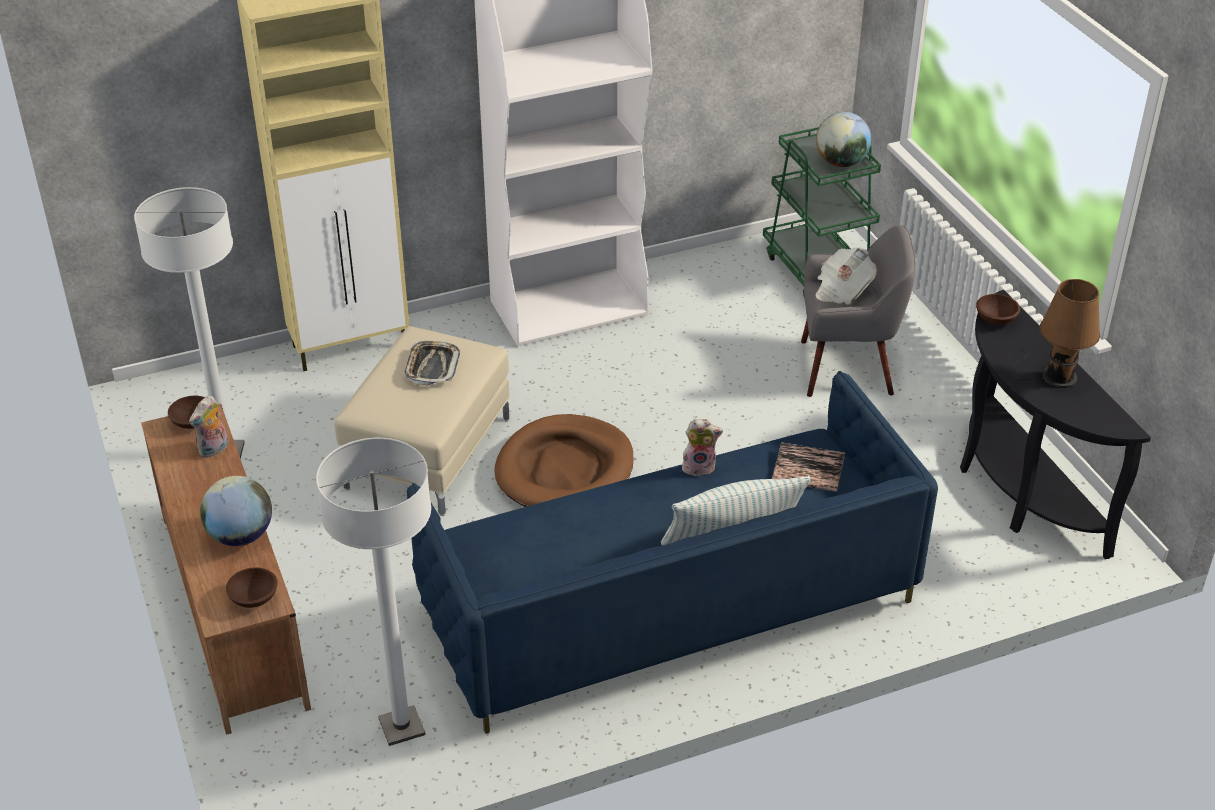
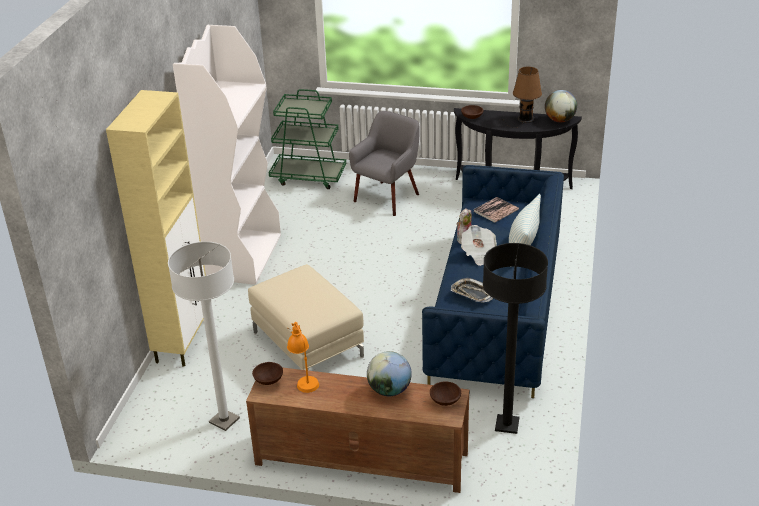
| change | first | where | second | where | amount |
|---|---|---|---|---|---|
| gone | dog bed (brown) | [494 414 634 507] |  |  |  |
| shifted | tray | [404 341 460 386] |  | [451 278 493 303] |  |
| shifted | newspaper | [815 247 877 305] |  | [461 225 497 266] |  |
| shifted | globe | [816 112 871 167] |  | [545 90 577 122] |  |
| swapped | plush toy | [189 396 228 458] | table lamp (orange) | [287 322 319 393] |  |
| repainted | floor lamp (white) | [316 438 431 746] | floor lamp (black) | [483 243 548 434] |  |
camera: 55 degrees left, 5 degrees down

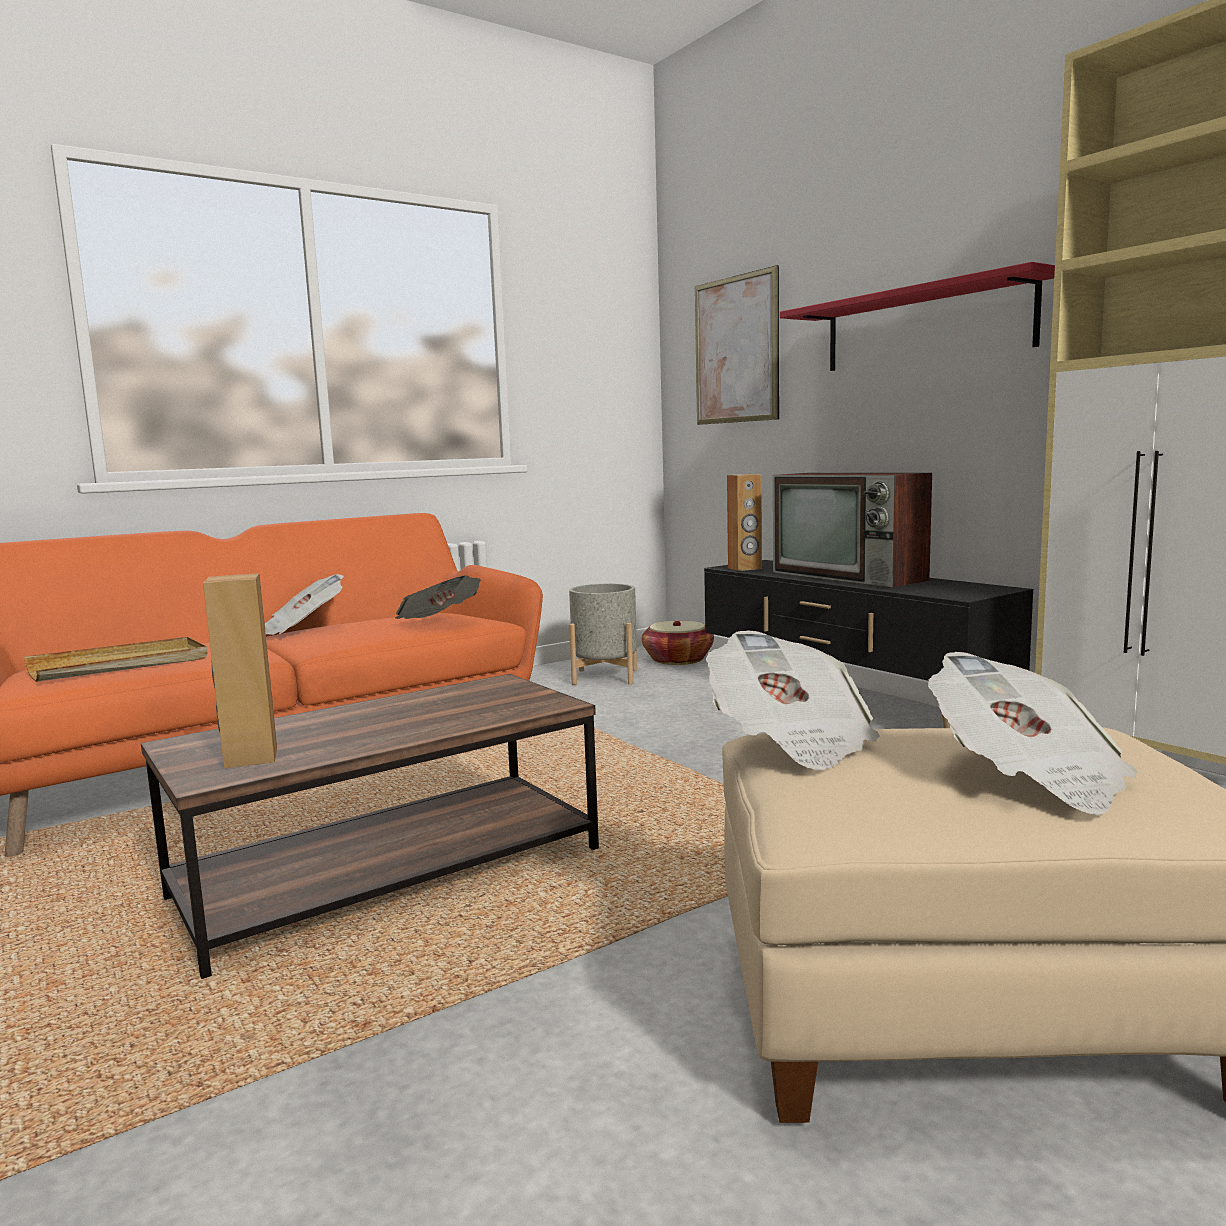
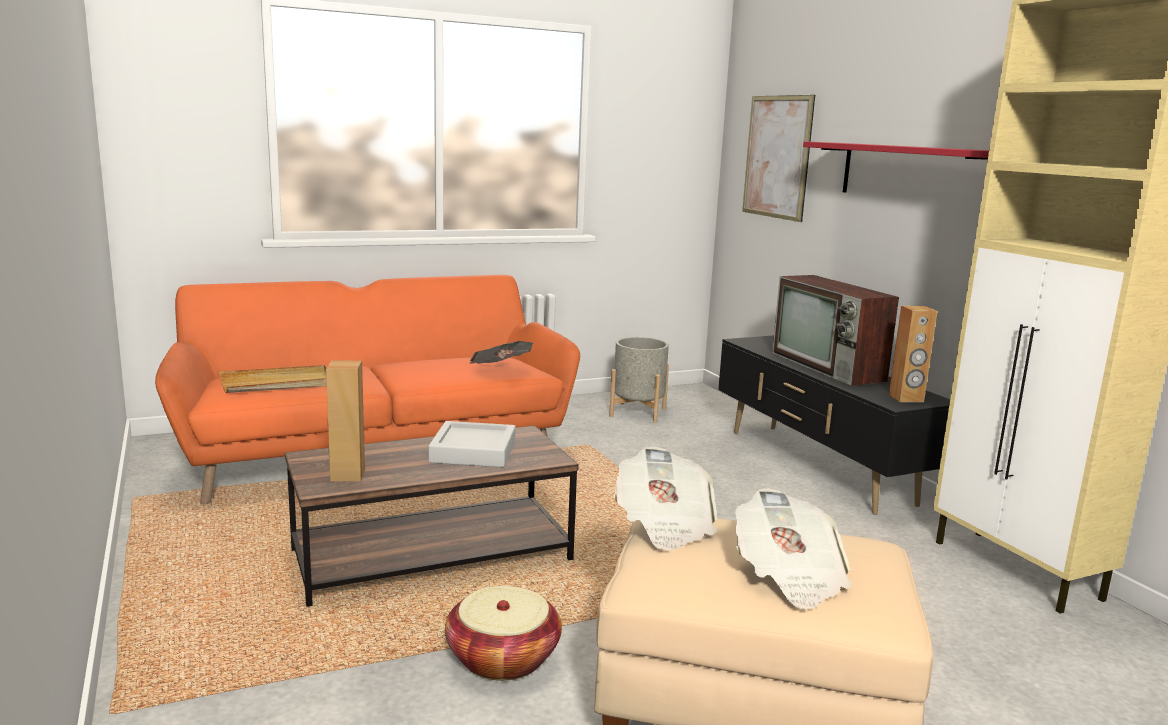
| change | first | where | second | where | amount |
|---|---|---|---|---|---|
| gone | newspaper | [265 574 344 635] |  |  |  |
| new |  |  | tray (grey) | [428 421 516 467] |  |
| shifted | basket | [642 621 714 665] |  | [445 586 562 681] |  |
| shifted | speaker (brown) | [727 474 762 571] |  | [889 306 937 402] |  |
camera: 10 degrees right, 5 degrees up

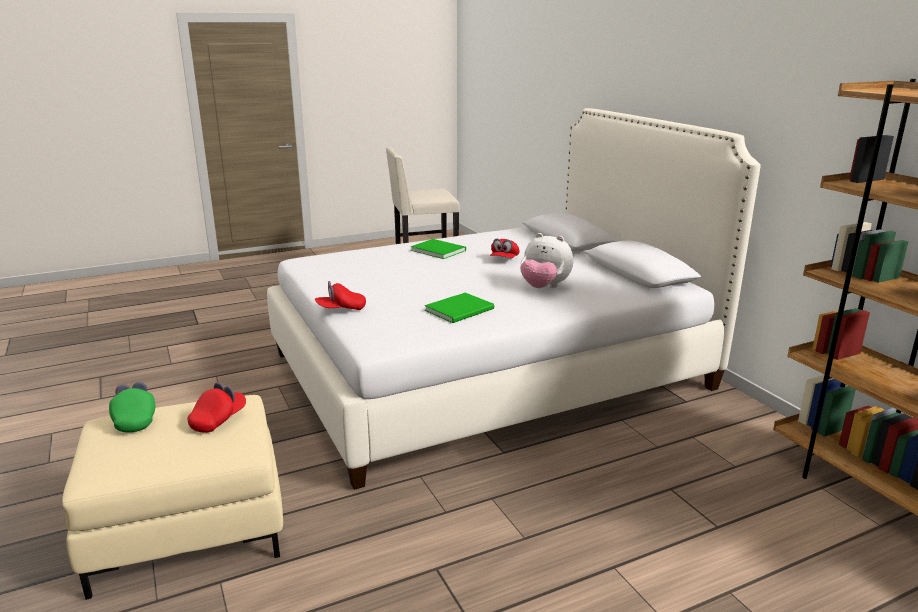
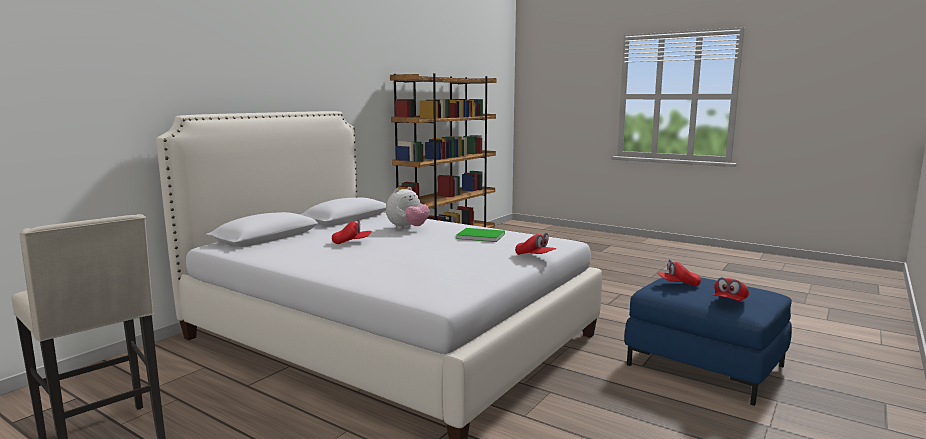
| change | first | where | second | where | amount |
|---|---|---|---|---|---|
| gone | book (green) | [411 239 466 259] |  |  |  |
| repainted | ottoman (beige) | [62 395 283 600] | ottoman (blue) | [625 277 792 406] |  |
| repainted | cap (green) | [109 382 155 433] | cap (red) | [713 277 749 301] |  |
| rotated | plush toy | [520 233 573 288] |  | [386 187 430 229] | 45 degrees clockwise |
camera: 120 degrees left, 10 degrees down

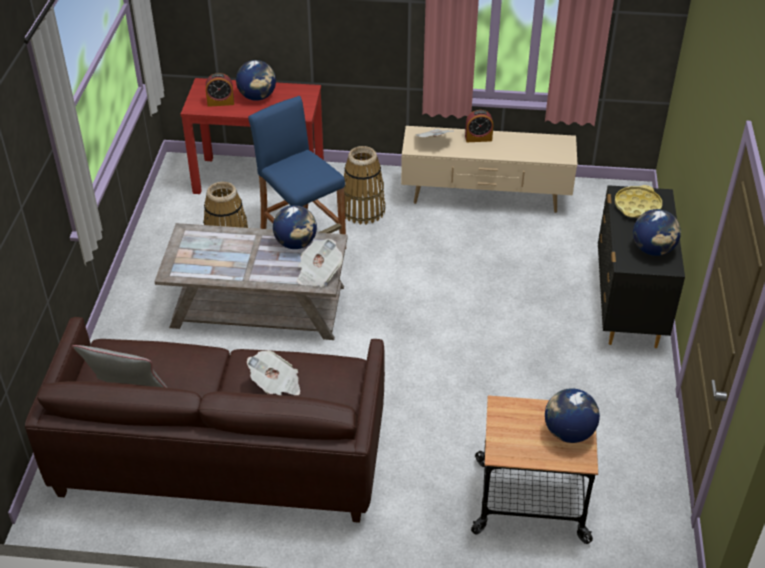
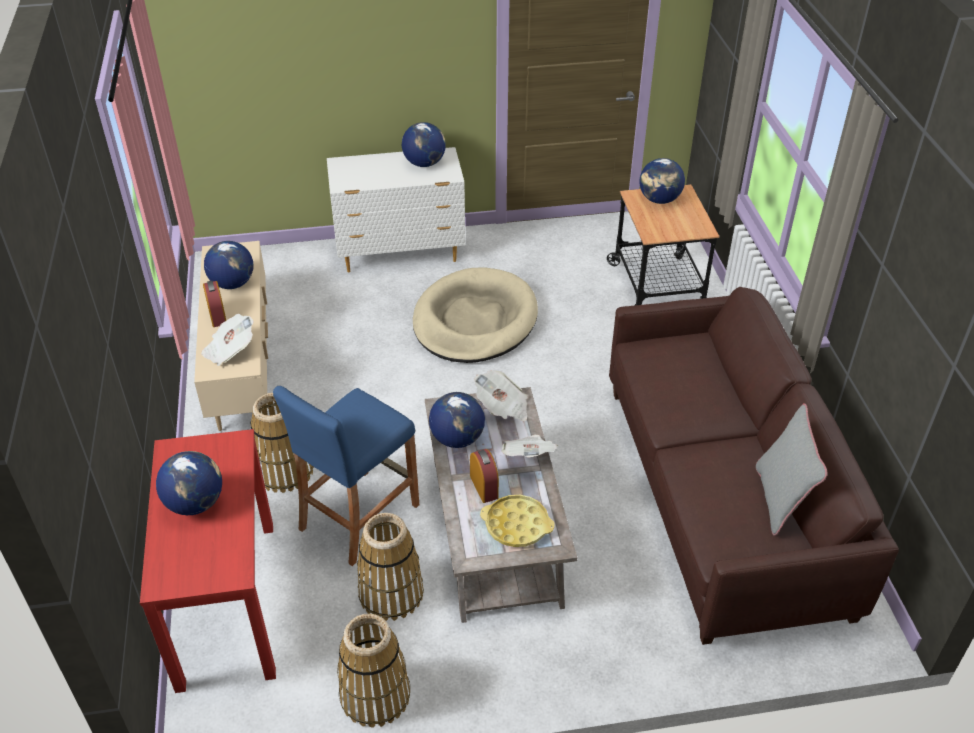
| change | first | where | second | where | amount |
|---|---|---|---|---|---|
| new |  |  | globe | [204 241 253 289] |  |
| new |  |  | basket | [337 614 410 728] |  |
| new |  |  | dog bed (beige) | [413 267 538 363] |  |
| shifted | alarm clock | [206 73 234 107] |  | [470 449 499 503] |  |
| shifted | newspaper | [247 351 300 395] |  | [501 435 558 458] |  |
| shifted | tray (yellow) | [615 185 662 218] |  | [480 495 555 547] |  |
| repainted | dresser (black) | [598 185 685 348] | dresser (white) | [327 147 466 272] |  |
camera: 105 degrees left, 0 degrees up

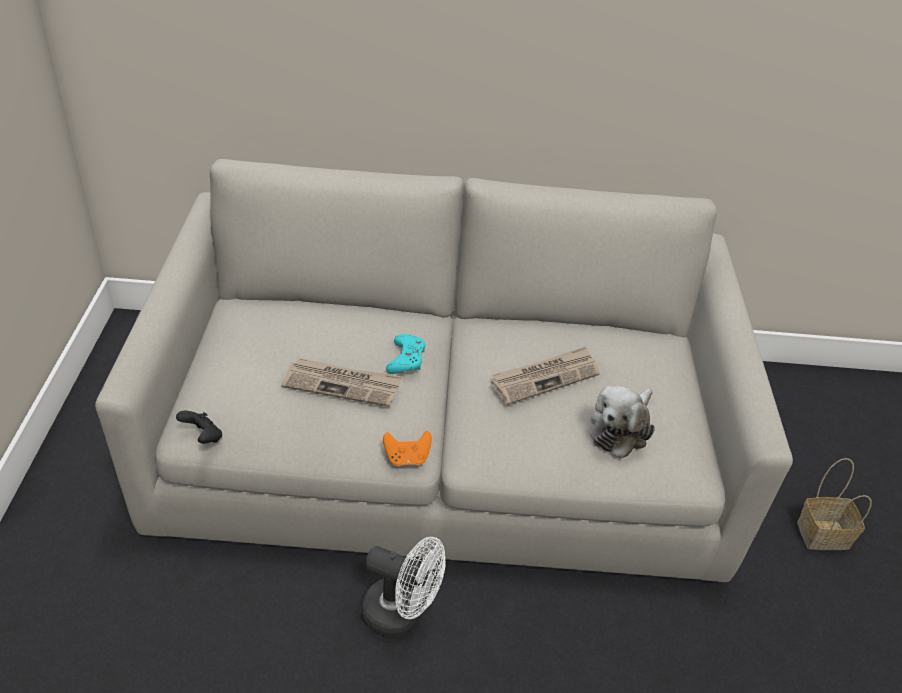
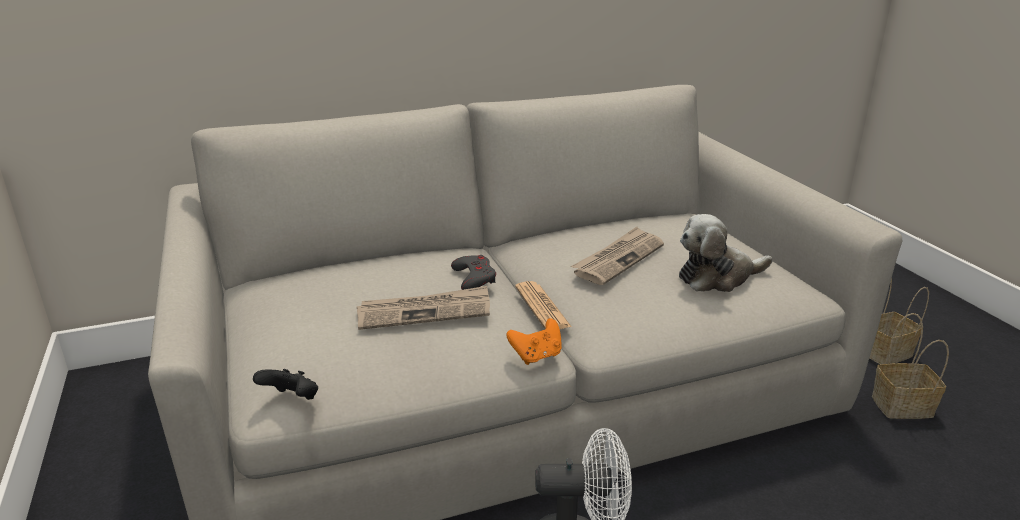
| change | first | where | second | where | amount |
|---|---|---|---|---|---|
| new |  |  | newspaper | [515 281 572 329] |  |
| new |  |  | basket | [872 313 949 419] |  |
| repainted | game controller (turquoise) | [386 334 426 374] | game controller (grey) | [451 255 496 290] |  |
| rotated | plush toy | [591 386 655 458] |  | [679 214 772 292] | 60 degrees clockwise |
camera: 20 degrees left, 15 degrees down

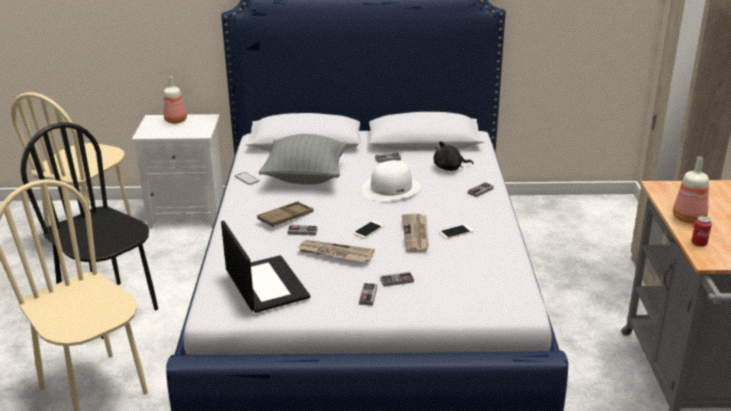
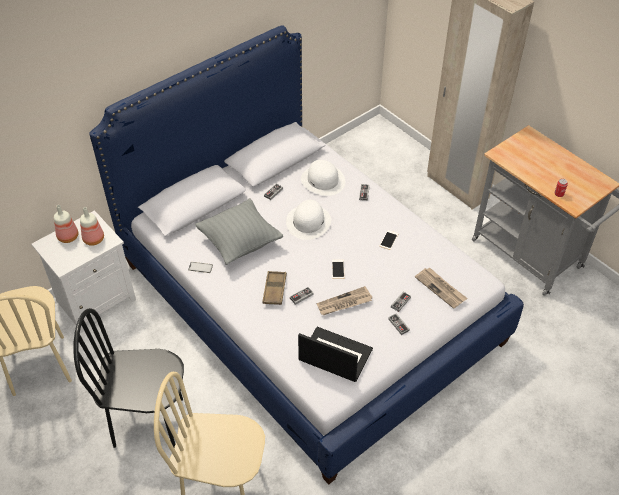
| change | first | where | second | where | amount |
|---|---|---|---|---|---|
| shifted | newspaper | [402 214 429 252] |  | [415 268 467 309] |  |
| shifted | bottle | [673 157 709 224] |  | [80 207 104 246] |  |
| swapped | plush toy (black) | [434 141 473 171] | hat (white) | [301 160 345 196] |  |
camera: 40 degrees left, 20 degrees up

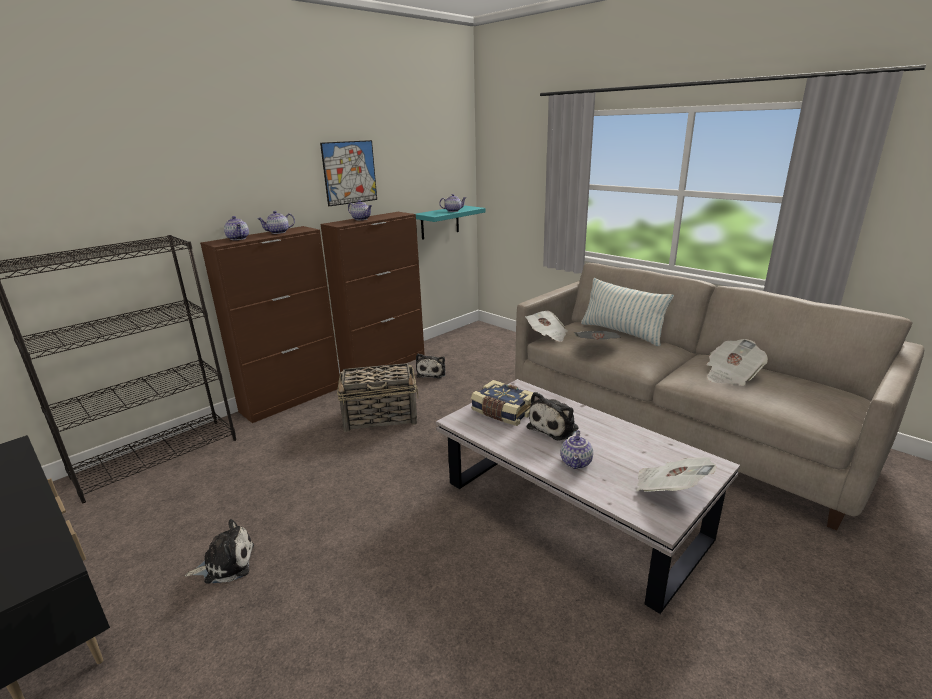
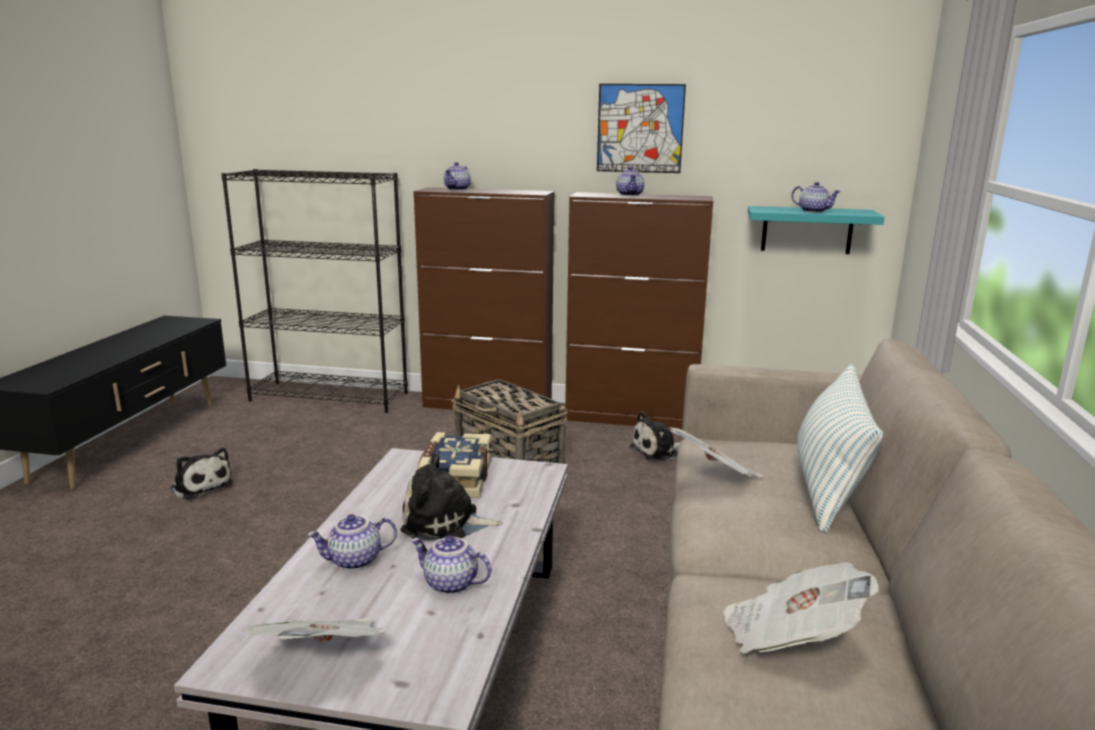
| change | first | where | second | where | amount |
|---|---|---|---|---|---|
| gone | newspaper | [525 310 568 342] |  |  |  |
| shifted | teapot | [257 211 295 234] |  | [411 535 491 594] |  |
camera: 55 degrees right, 5 degrees down

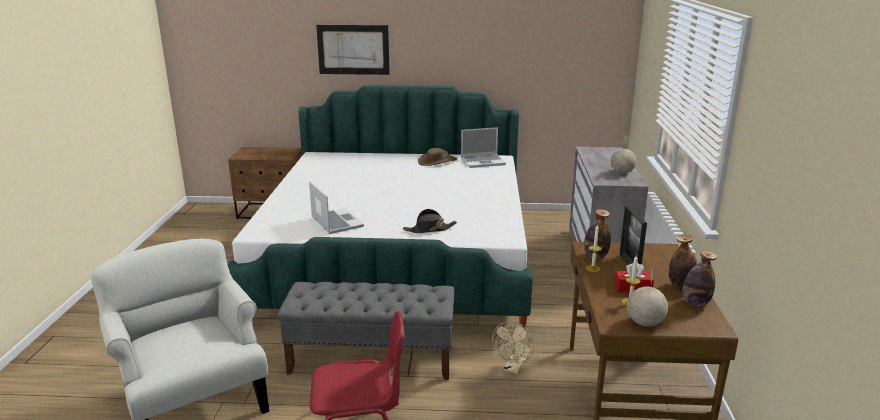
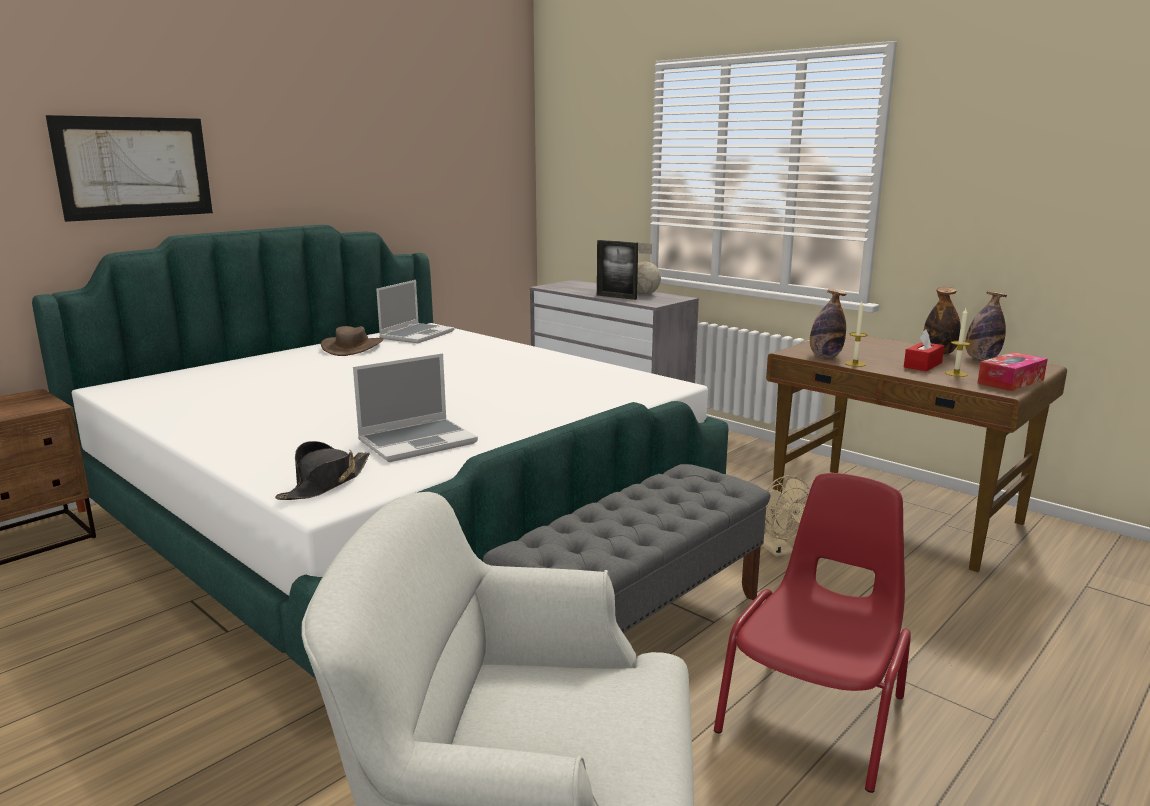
| change | first | where | second | where | amount |
|---|---|---|---|---|---|
| shifted | hat (black) | [403 209 457 233] |  | [275 441 370 500] |  |
| shifted | picture frame | [619 206 647 265] |  | [597 240 638 300] |  |
| swapped | globe | [627 268 668 326] | tissue box | [977 352 1048 391] |  |
| rotated | laptop | [309 181 364 234] |  | [353 353 478 462] | 135 degrees clockwise |
camera: 50 degrees left, 5 degrees down

